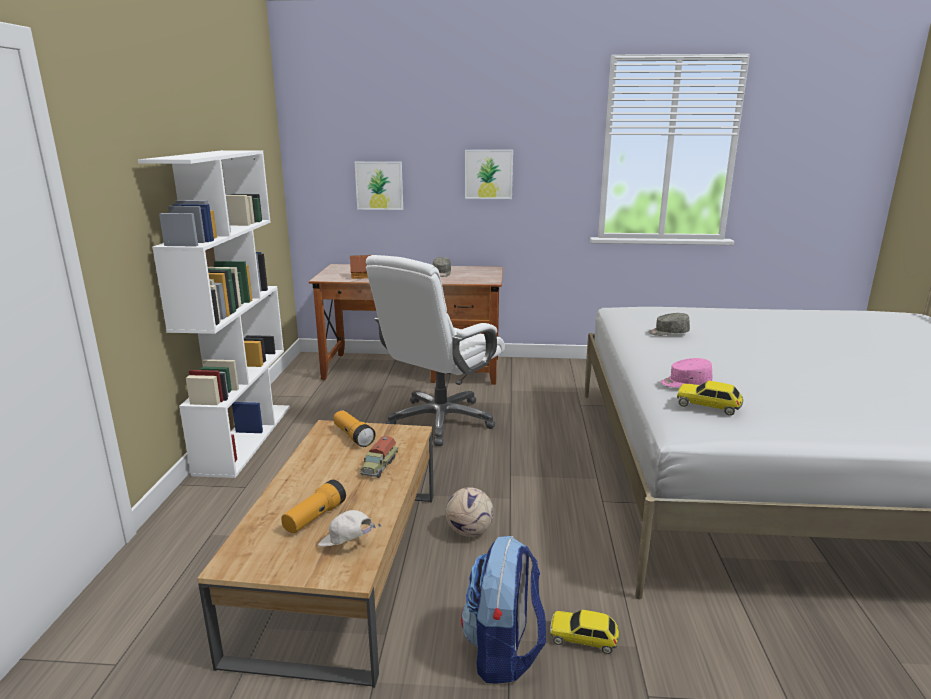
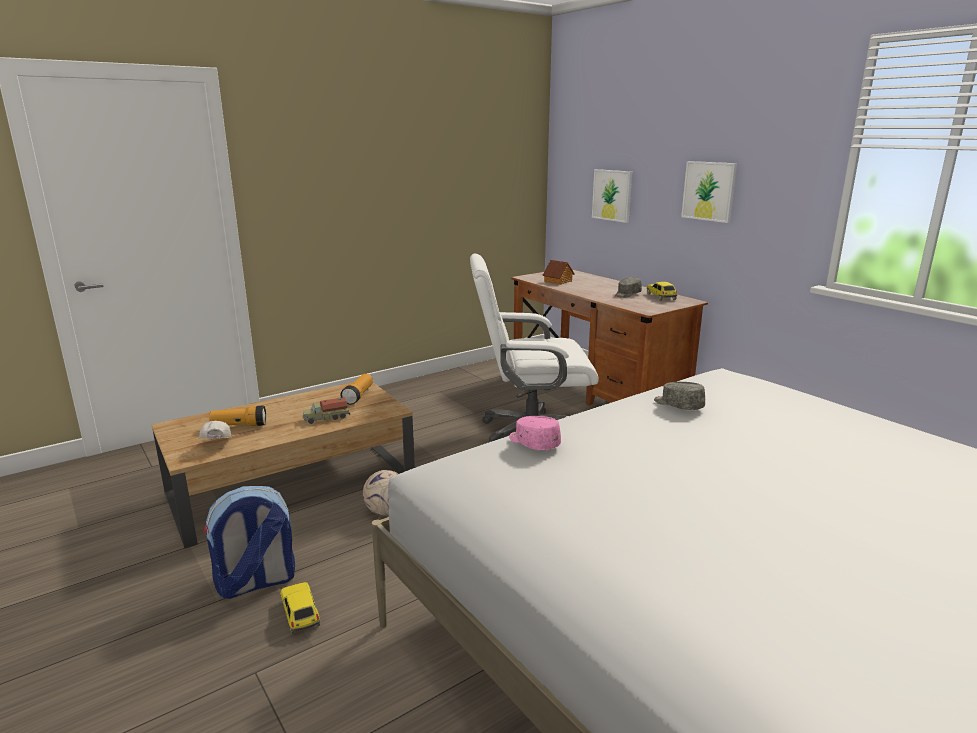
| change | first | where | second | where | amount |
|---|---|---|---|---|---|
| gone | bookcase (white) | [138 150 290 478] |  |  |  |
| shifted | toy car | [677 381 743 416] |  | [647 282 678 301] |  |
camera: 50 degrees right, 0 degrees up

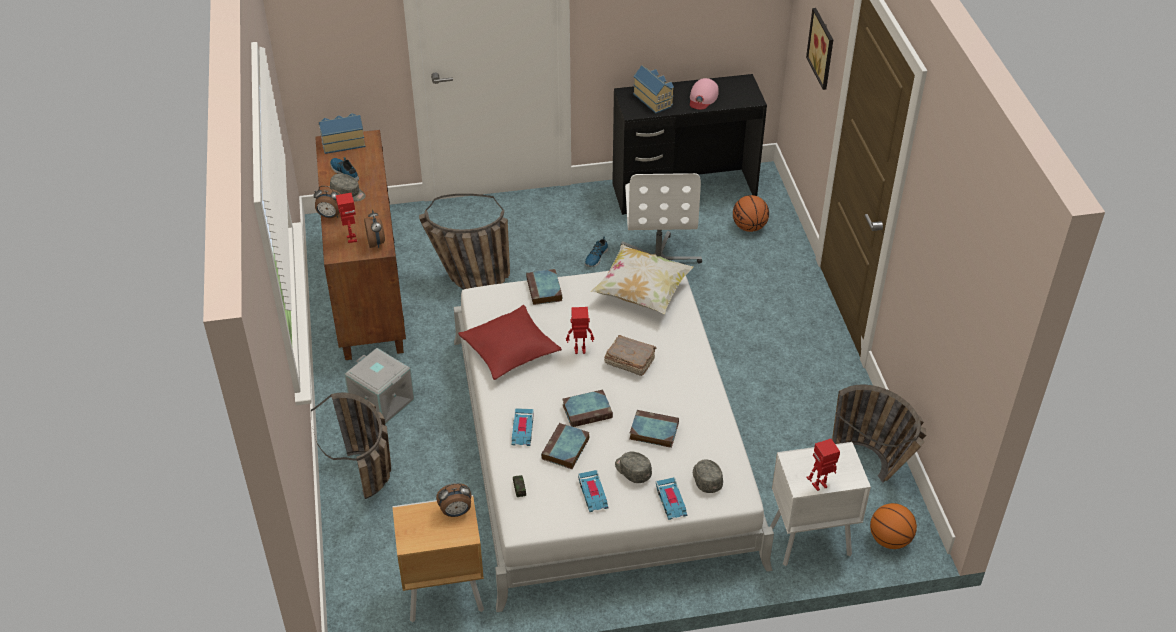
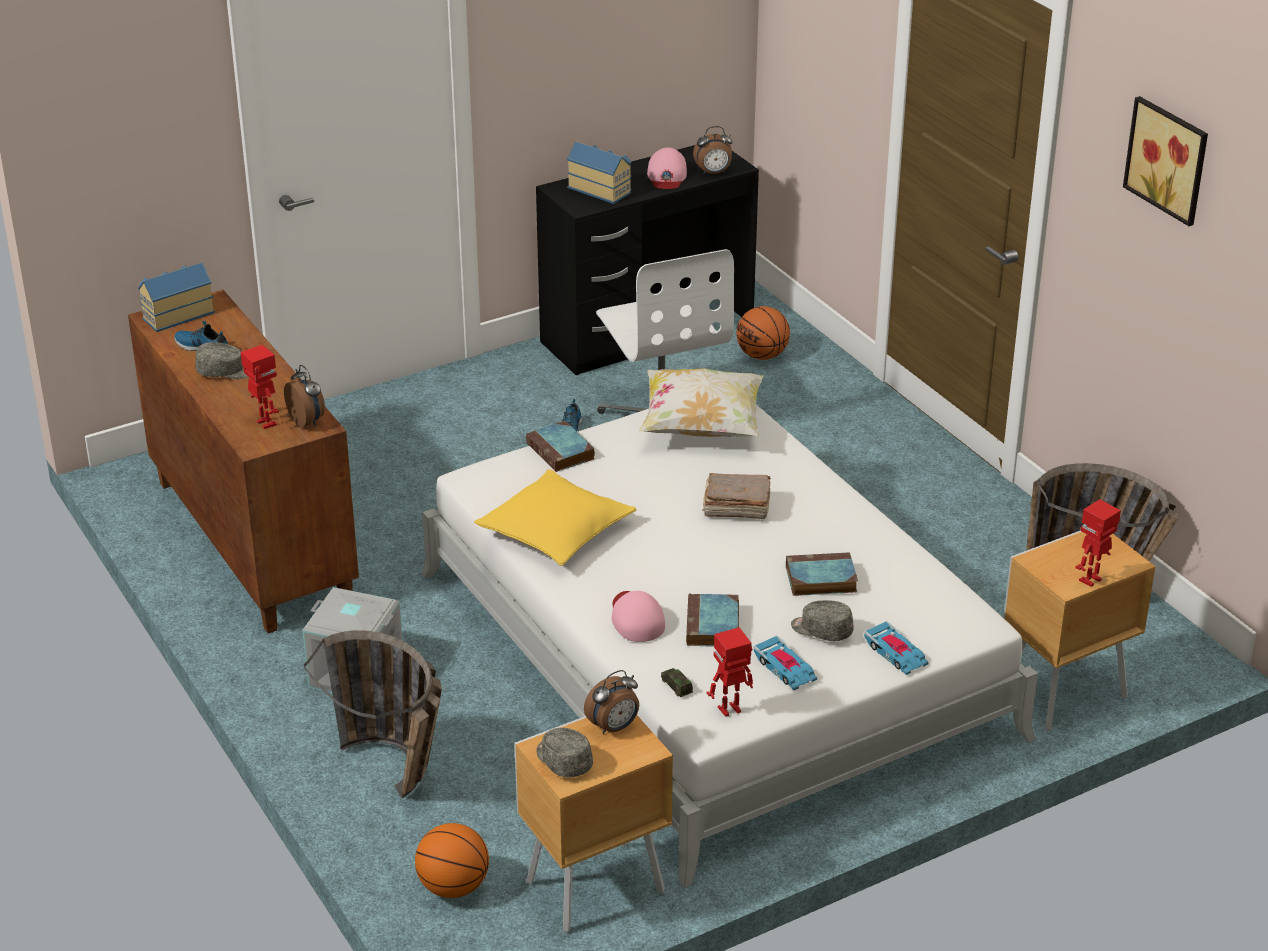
| change | first | where | second | where | amount |
|---|---|---|---|---|---|
| gone | basket | [419 194 510 289] |  |  |  |
| gone | book | [563 390 613 427] |  |  |  |
| shifted | alarm clock | [313 186 340 218] |  | [693 126 732 175] |  |
| shifted | toy robot | [566 307 594 354] |  | [707 627 753 717] |  |
| shifted | cap (grey) | [693 460 723 493] |  | [536 728 593 777] |  |
| shifted | picture | [806 8 833 90] |  | [1123 96 1208 226] |  |
| shifted | basketball | [870 503 917 549] |  | [415 823 489 898] |  |
| swapped | toy car | [512 408 534 446] | cap (pink) | [612 591 665 642] |  |
| repainted | pillow (red) | [458 305 562 380] | pillow (yellow) | [474 469 636 566] |  |
| repainted | nightstand (white) | [770 442 871 566] | nightstand (brown) | [1003 531 1156 730] |  |
camera: 20 degrees left, 10 degrees down

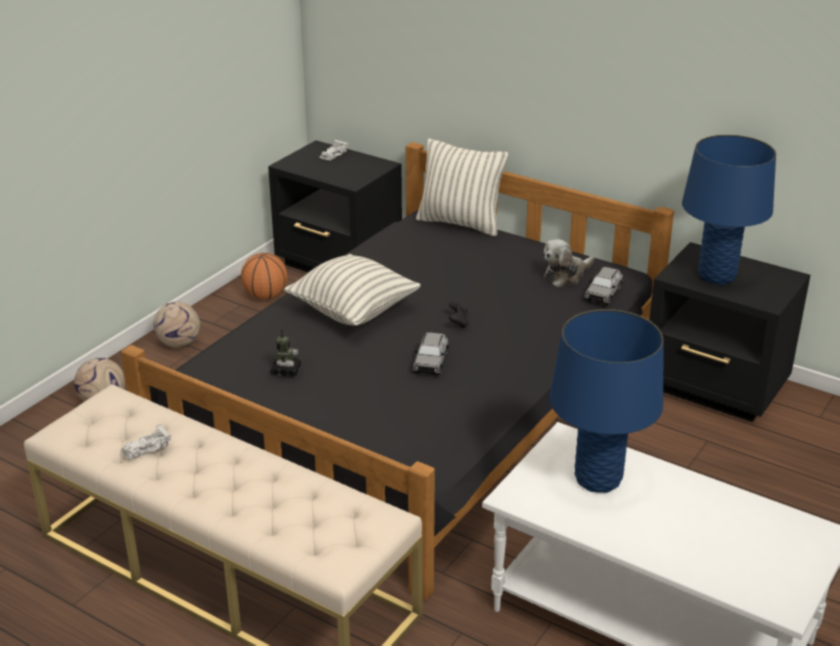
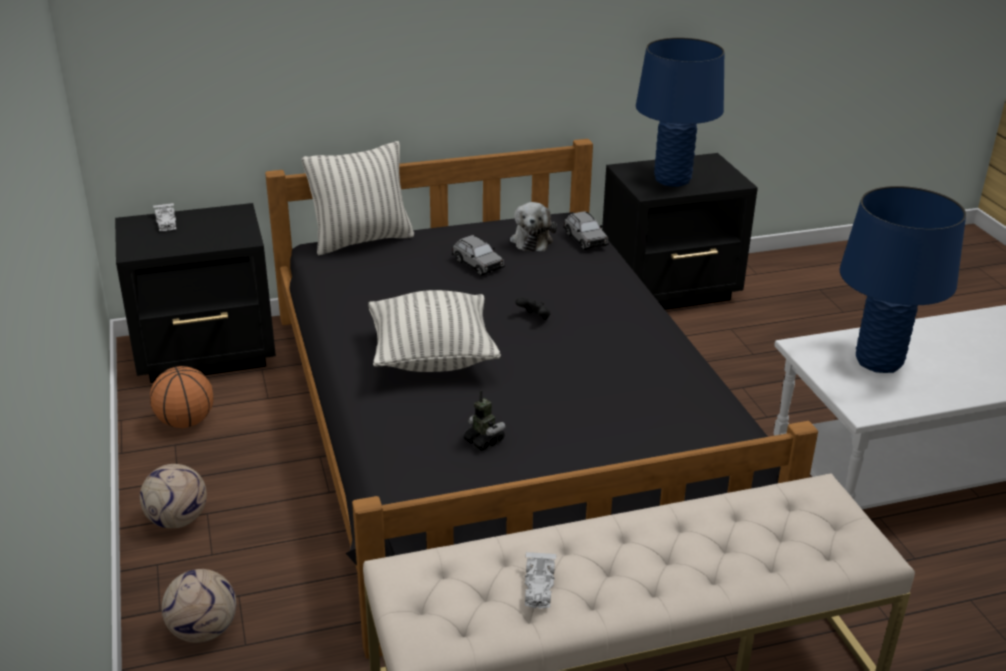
| change | first | where | second | where | amount |
|---|---|---|---|---|---|
| shifted | toy car (grey) | [413 332 449 375] |  | [452 235 505 276] |  |
camera: 50 degrees left, 0 degrees up

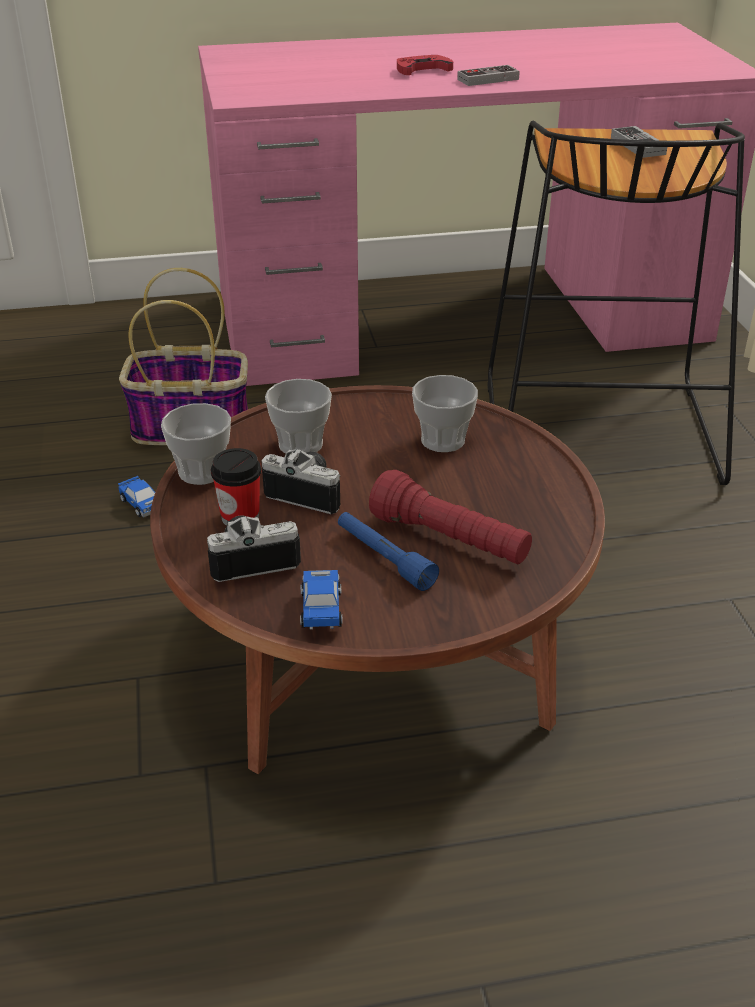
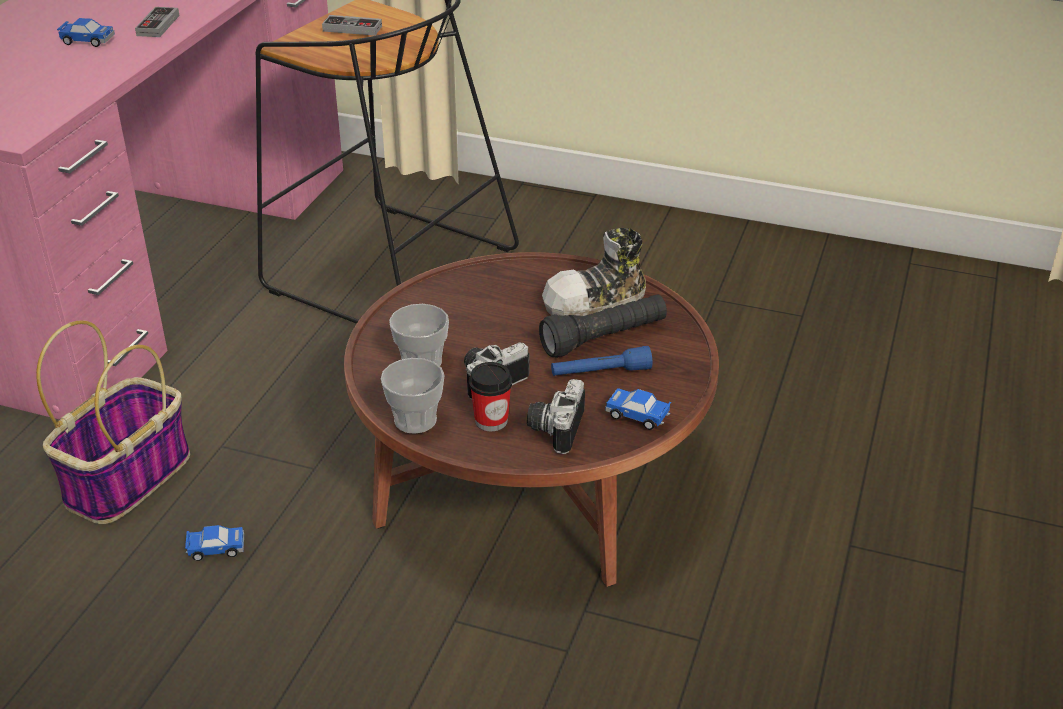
| change | first | where | second | where | amount |
|---|---|---|---|---|---|
| gone | cup | [412 375 478 452] |  |  |  |
| new |  |  | shoe | [542 228 646 316] |  |
| swapped | game controller (red) | [397 55 453 75] | toy car | [57 18 115 47] |  |
| repainted | flashlight (red) | [369 470 532 564] | flashlight (black) | [539 294 667 358] |  |
camera: 60 degrees left, 0 degrees up

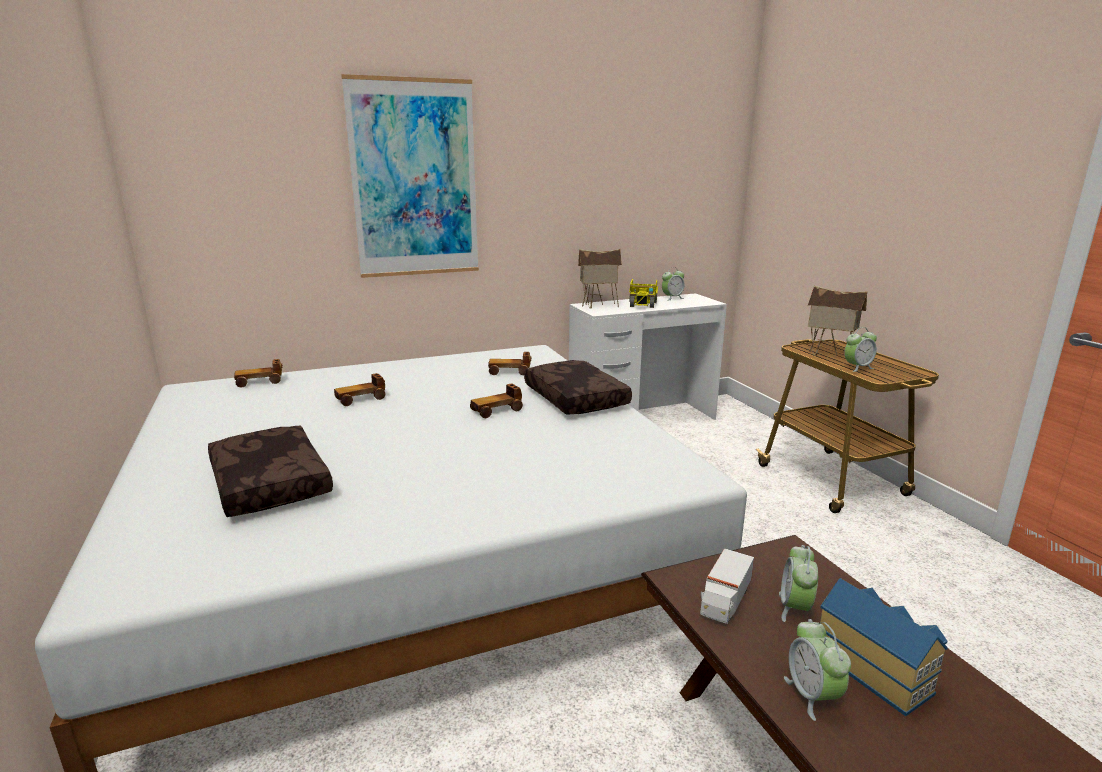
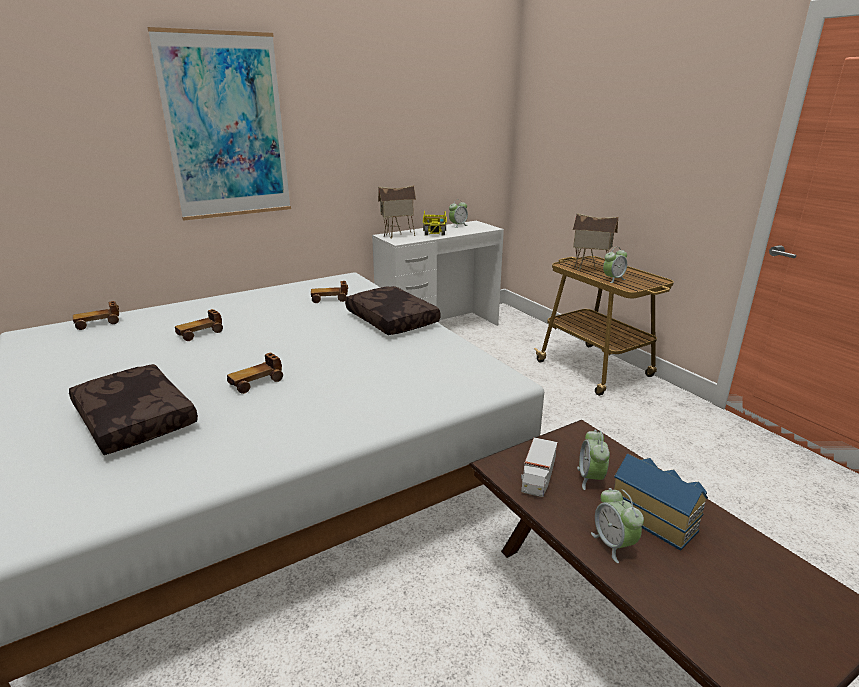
| change | first | where | second | where | amount |
|---|---|---|---|---|---|
| shifted | toy car | [470 384 523 418] |  | [227 353 283 394] |  |
camera: 10 degrees left, 5 degrees up

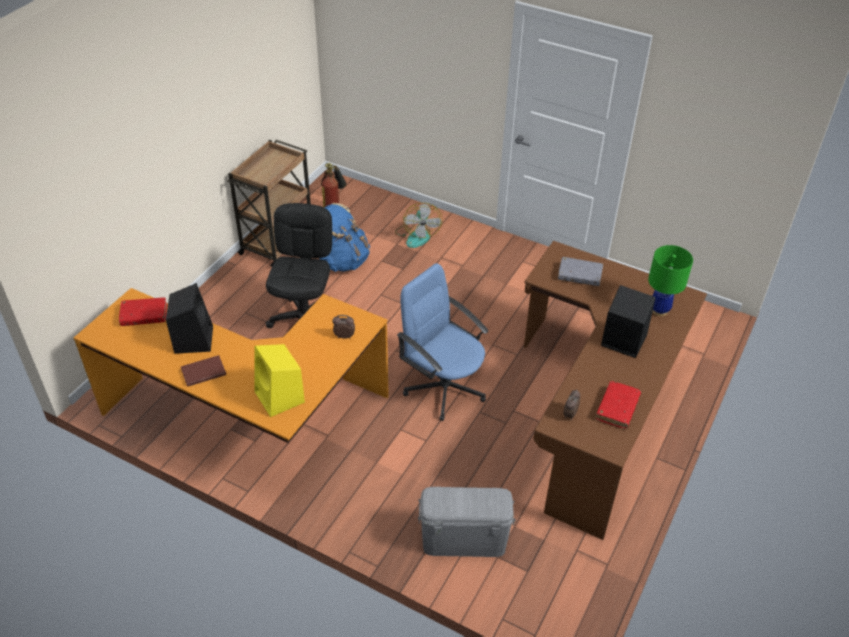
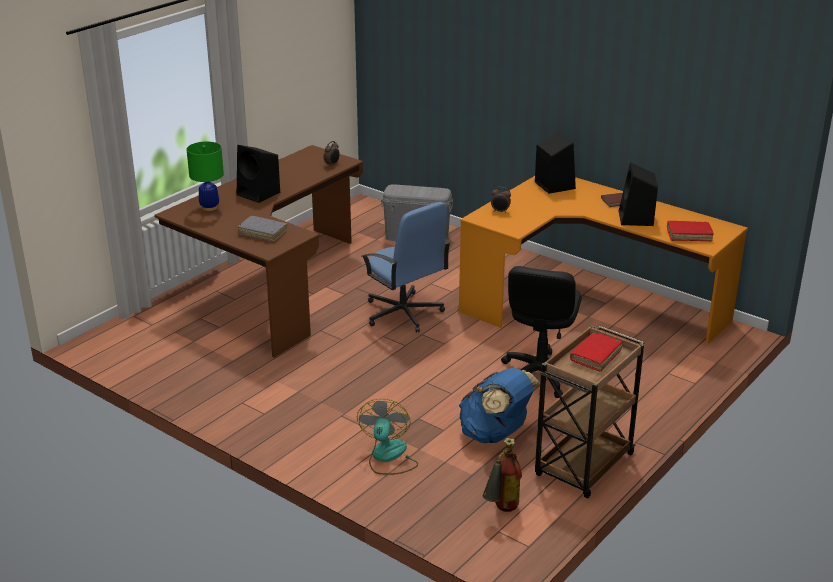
| change | first | where | second | where | amount |
|---|---|---|---|---|---|
| shifted | book (red) | [596 381 641 429] |  | [570 333 623 371] |  |
| repainted | speaker (yellow) | [255 344 305 417] | speaker (black) | [535 131 576 194] |  |
camera: 170 degrees left, 15 degrees down

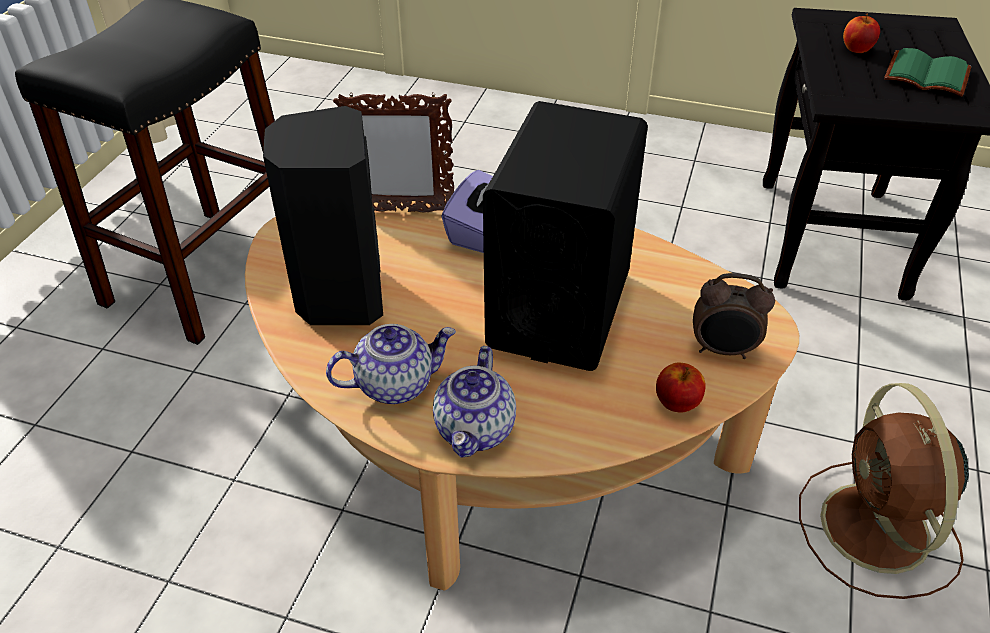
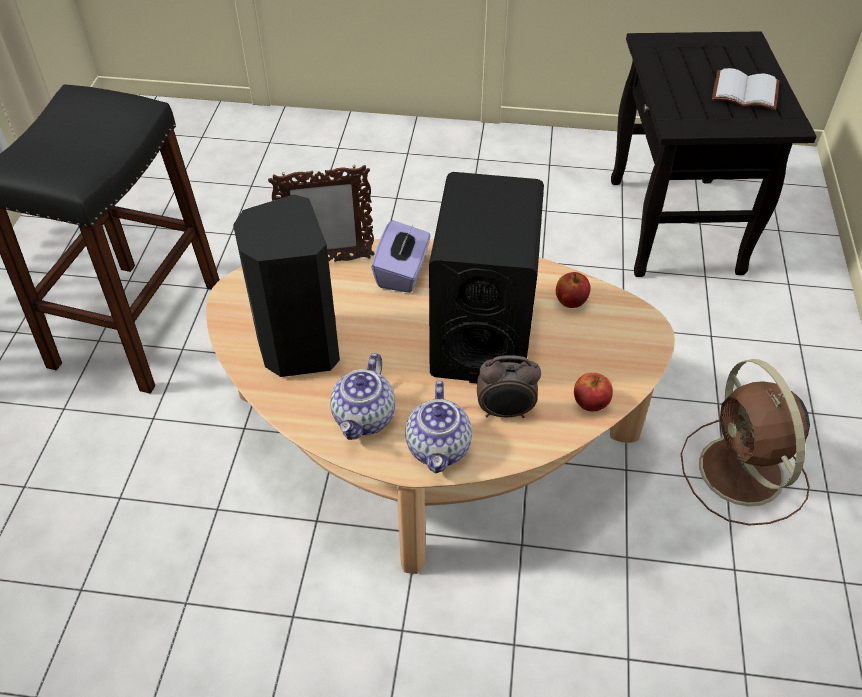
| change | first | where | second | where | amount |
|---|---|---|---|---|---|
| shifted | alarm clock | [693 273 775 359] |  | [477 355 541 418] |  |
| shifted | apple | [843 13 880 53] |  | [556 272 591 308] |  |
| repainted | book (green) | [884 48 971 97] | book (white) | [712 68 779 110] |  |
| rotated | teapot | [326 324 456 404] |  | [330 353 395 440] | 135 degrees clockwise |
camera: 10 degrees left, 5 degrees up

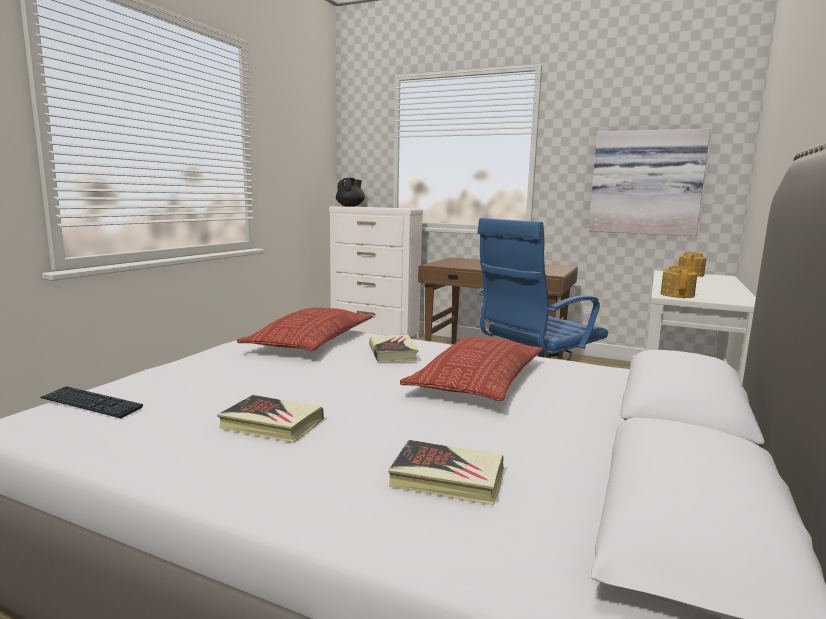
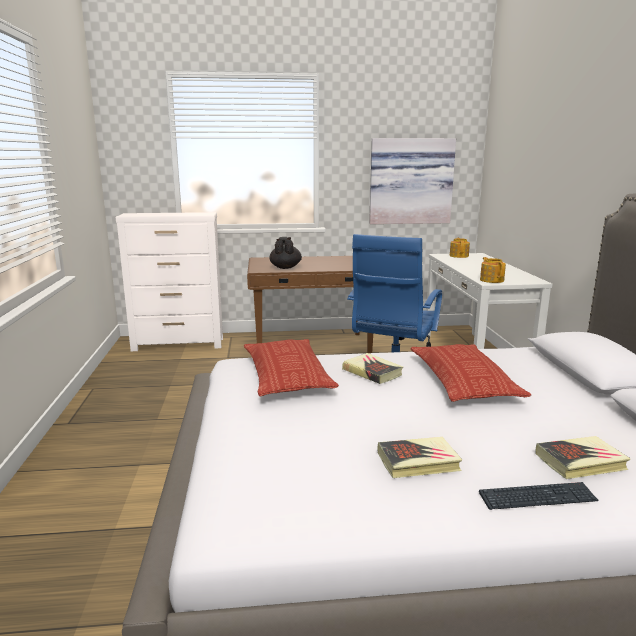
| change | first | where | second | where | amount |
|---|---|---|---|---|---|
| shifted | keyboard | [40 386 143 418] |  | [479 482 599 510] |  |
| shifted | teapot (black) | [336 178 365 206] |  | [269 237 302 269] |  |
camera: 30 degrees left, 5 degrees up

